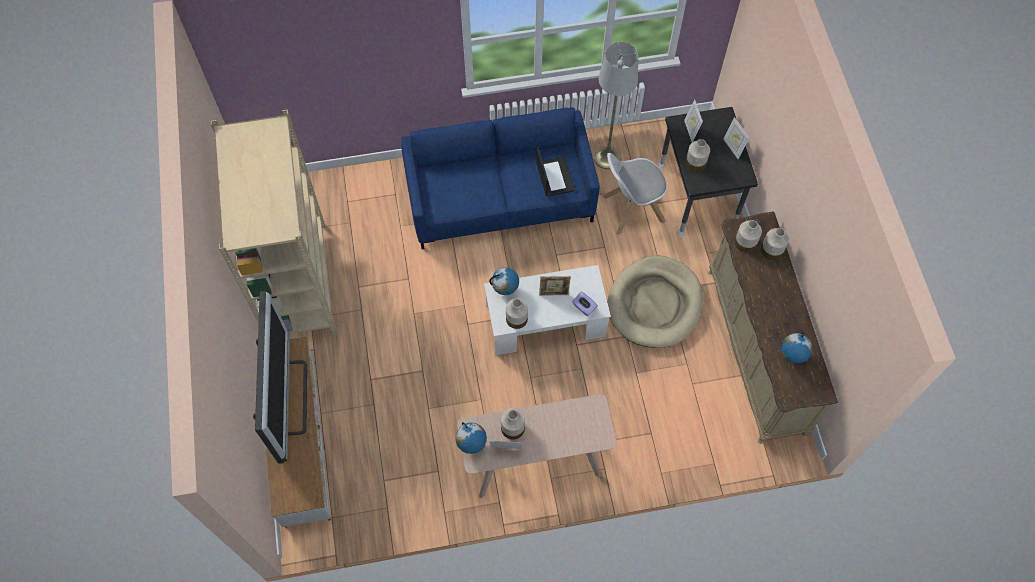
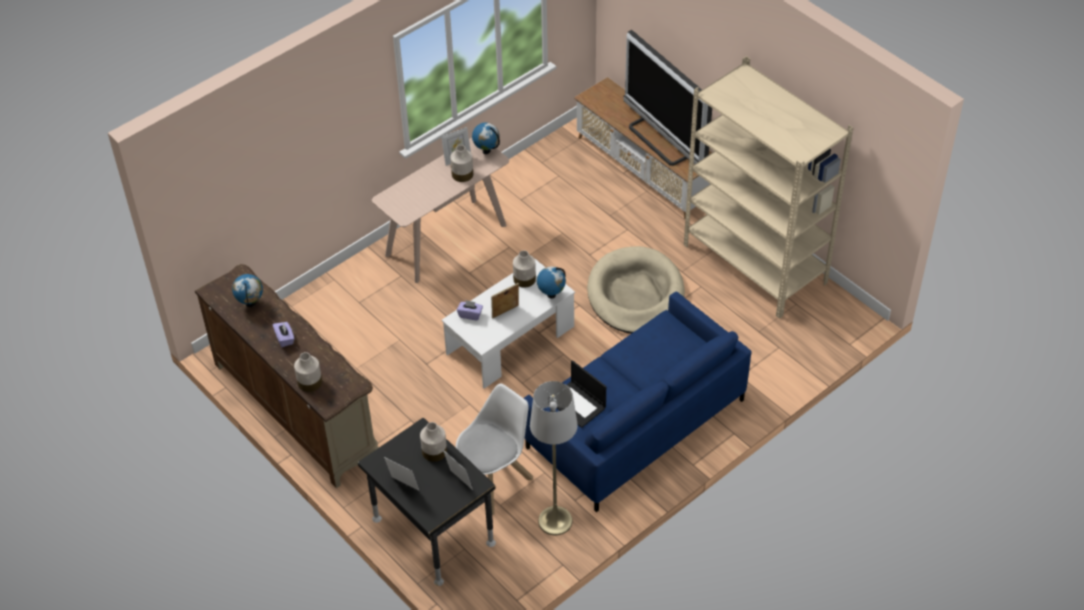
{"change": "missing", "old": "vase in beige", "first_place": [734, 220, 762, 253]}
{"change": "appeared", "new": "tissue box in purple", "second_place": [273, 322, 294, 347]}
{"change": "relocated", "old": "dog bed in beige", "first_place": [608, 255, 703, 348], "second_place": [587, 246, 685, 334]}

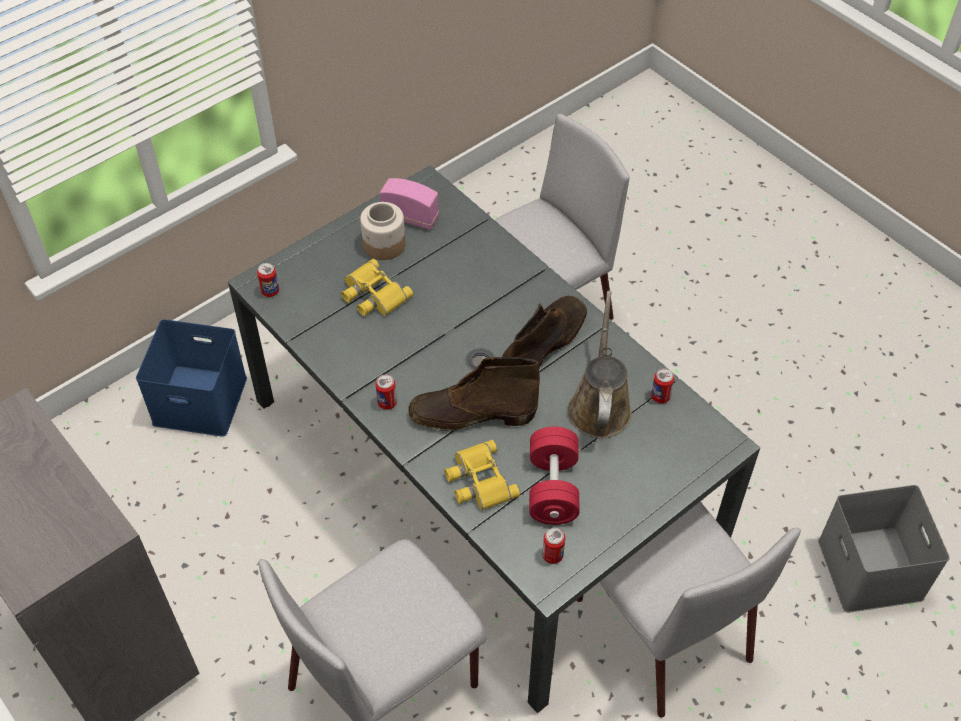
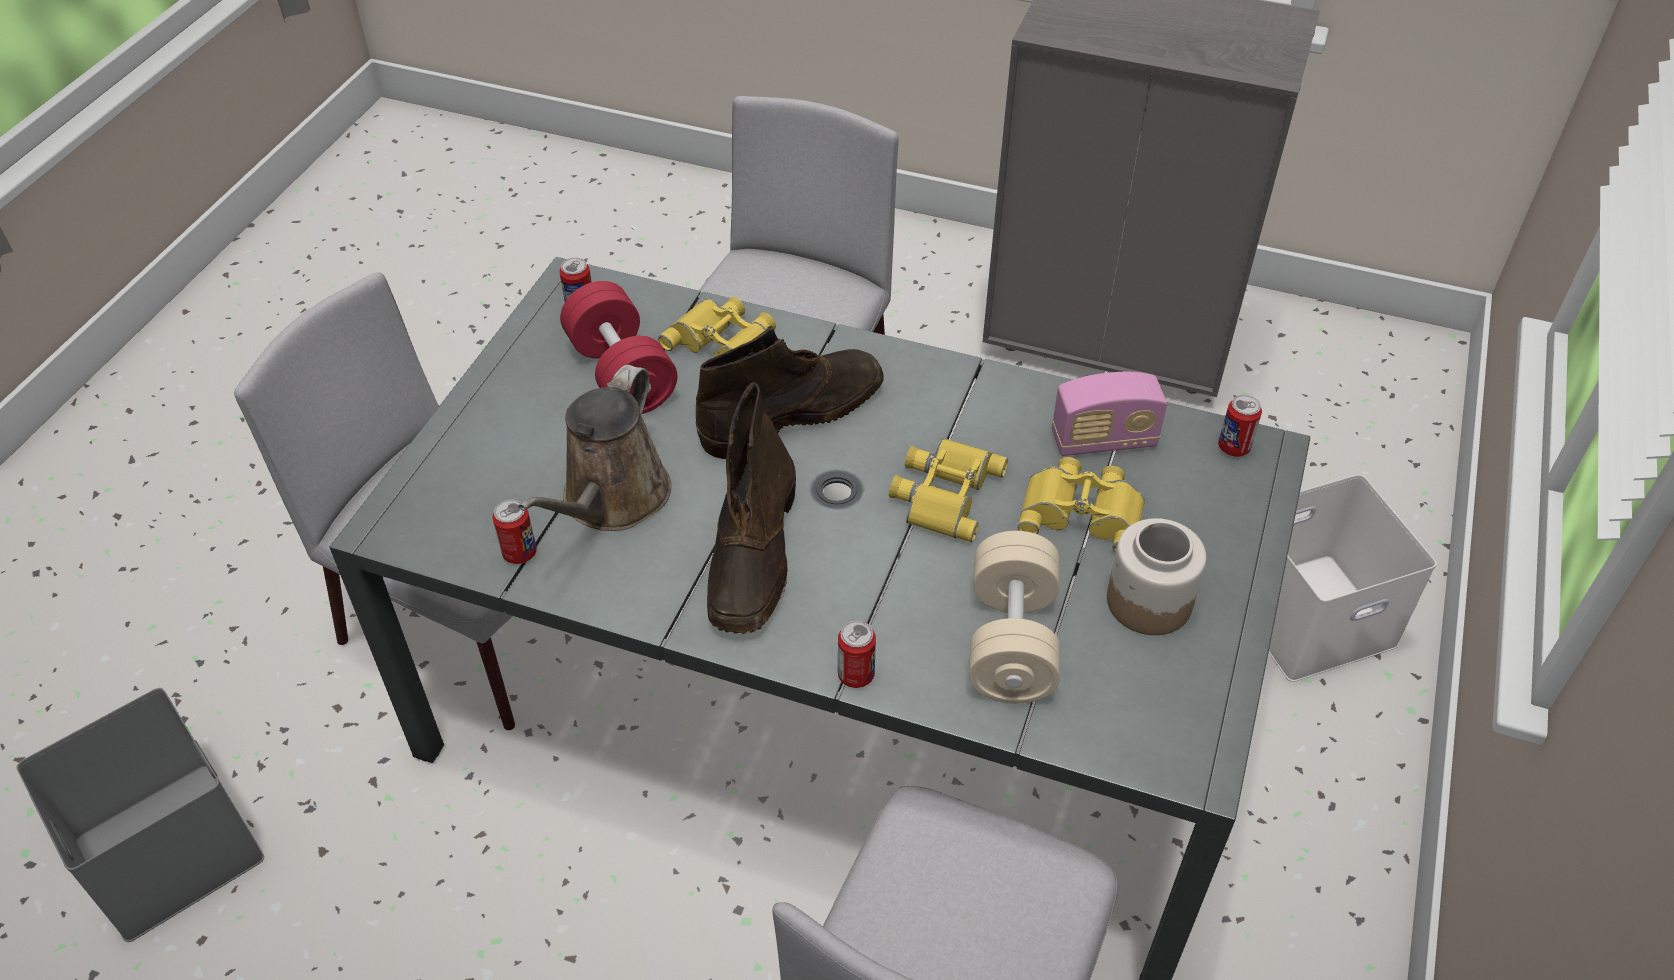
{"change": "appeared", "new": "binoculars in yellow", "second_place": [889, 438, 1008, 542]}
{"change": "appeared", "new": "dumbbell in beige", "second_place": [969, 531, 1060, 703]}
{"change": "relocated", "old": "can", "first_place": [375, 375, 397, 410], "second_place": [838, 621, 876, 688]}
{"change": "relocated", "old": "radio", "first_place": [380, 178, 439, 230], "second_place": [1052, 372, 1167, 456]}
{"change": "colour", "old": "storage box in blue", "new": "storage box in white", "first_place": [136, 319, 247, 437], "second_place": [1269, 474, 1437, 682]}
{"change": "spun", "old": "watering can in brown", "first_place": [568, 291, 632, 438], "second_place": [518, 365, 671, 531], "degrees": 45}

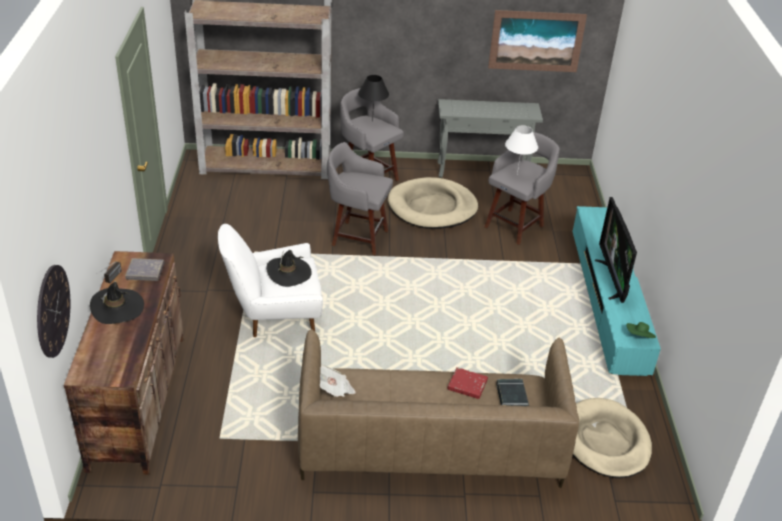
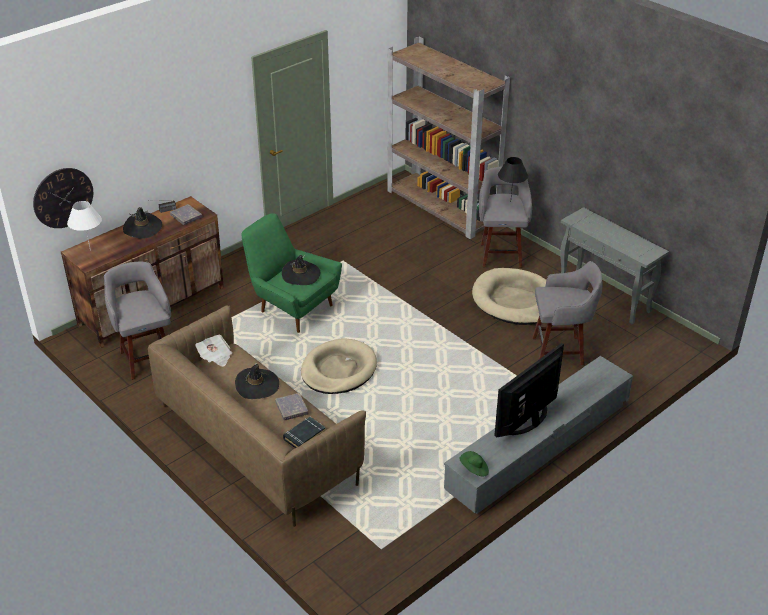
{"change": "missing", "old": "picture", "first_place": [488, 10, 587, 72]}
{"change": "appeared", "new": "hat in black", "second_place": [235, 363, 279, 399]}
{"change": "relocated", "old": "stool in grey", "first_place": [327, 142, 393, 255], "second_place": [104, 262, 171, 380]}
{"change": "relocated", "old": "table lamp in white", "first_place": [505, 125, 538, 174], "second_place": [67, 201, 102, 250]}
{"change": "relocated", "old": "dog bed in beige", "first_place": [573, 398, 652, 478], "second_place": [301, 338, 377, 394]}
{"change": "colour", "old": "armchair in white", "new": "armchair in green", "first_place": [218, 224, 323, 337], "second_place": [241, 213, 342, 333]}
{"change": "colour", "old": "book in red", "new": "book in grey", "first_place": [447, 367, 488, 399], "second_place": [275, 393, 309, 421]}
{"change": "colour", "old": "tv stand in turquoise", "new": "tv stand in grey", "first_place": [572, 206, 661, 376], "second_place": [444, 356, 633, 514]}

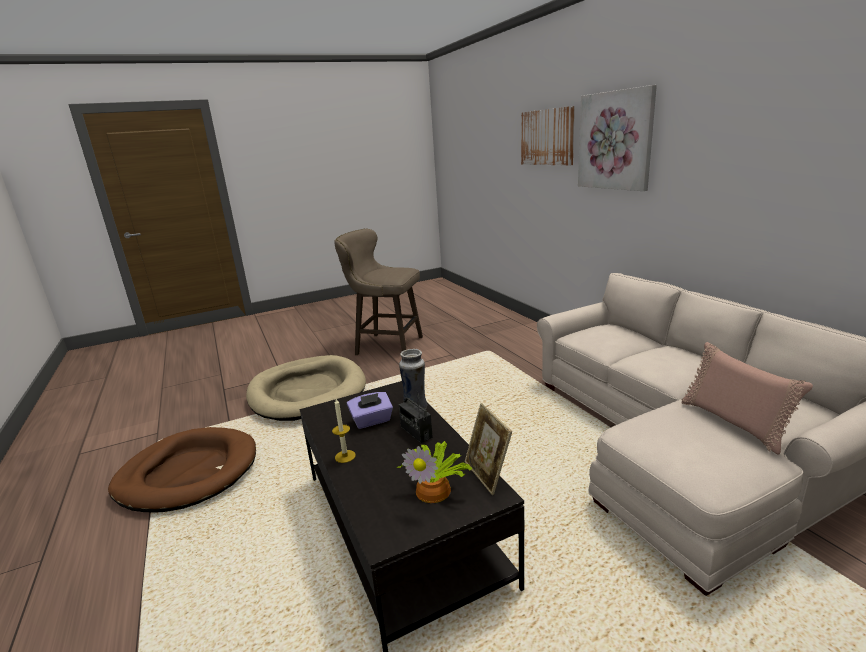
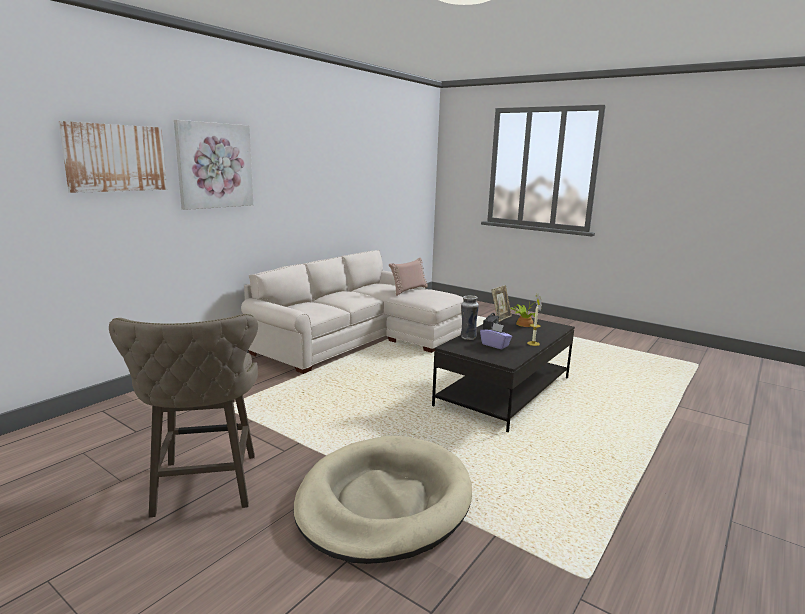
{"change": "missing", "old": "dog bed in brown", "first_place": [108, 427, 256, 513]}

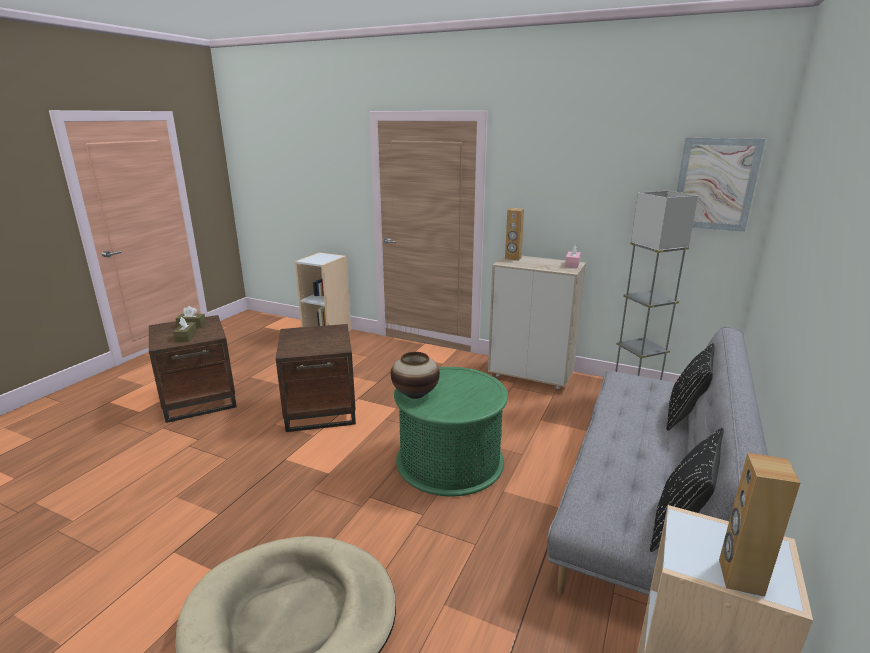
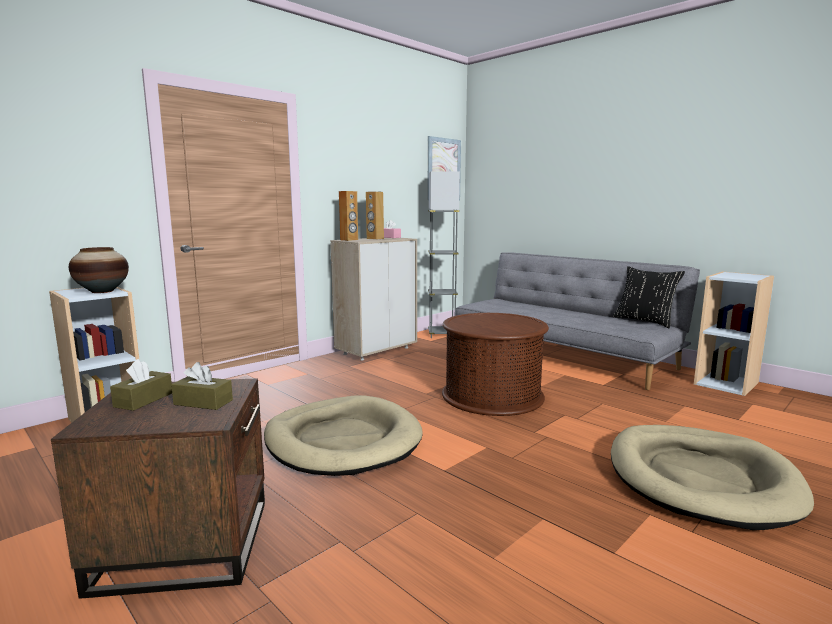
{"change": "missing", "old": "pillow in black", "first_place": [666, 343, 715, 431]}
{"change": "relocated", "old": "vase", "first_place": [391, 352, 440, 399], "second_place": [69, 247, 129, 293]}
{"change": "relocated", "old": "speaker in brown", "first_place": [719, 453, 800, 597], "second_place": [366, 191, 384, 240]}
{"change": "exchanged", "old": "side table in brown", "new": "dog bed in beige", "first_place": [276, 324, 356, 432], "second_place": [264, 395, 423, 476]}
{"change": "colour", "old": "coffee table in green", "new": "coffee table in brown", "first_place": [394, 367, 508, 496], "second_place": [442, 313, 549, 416]}

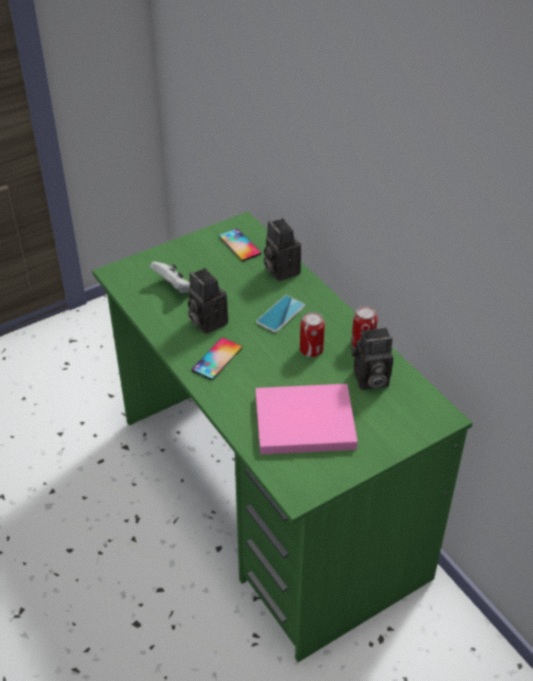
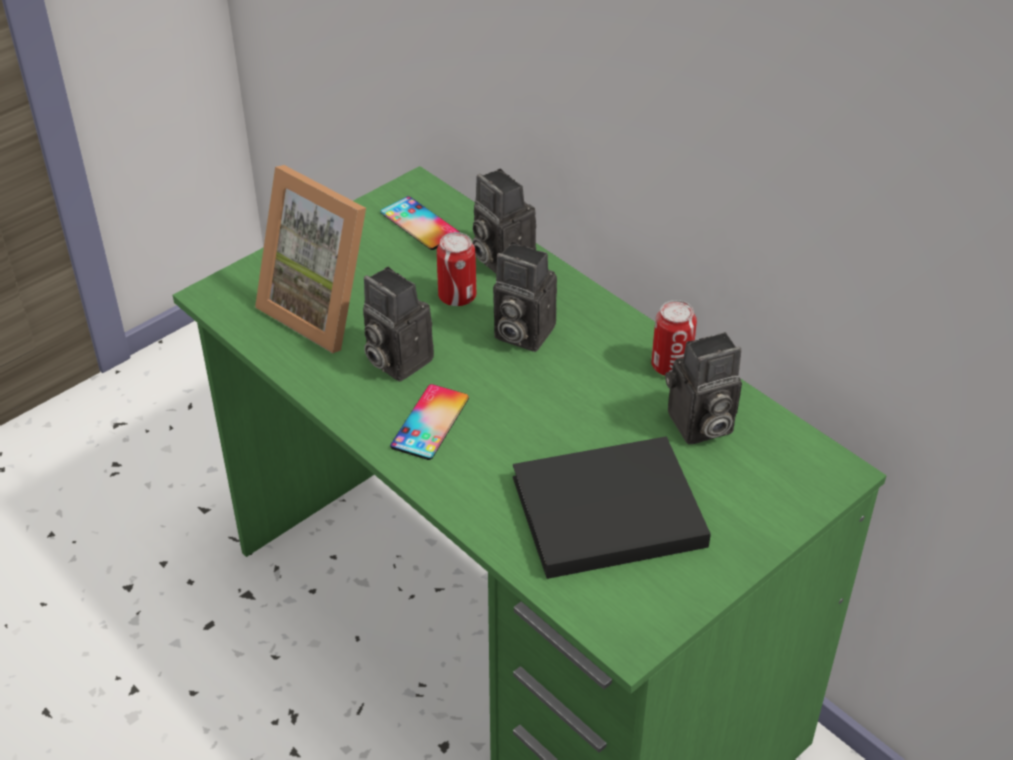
{"change": "relocated", "old": "can", "first_place": [300, 312, 325, 357], "second_place": [437, 232, 476, 306]}
{"change": "exchanged", "old": "game controller in white", "new": "picture frame", "first_place": [150, 261, 190, 293], "second_place": [255, 165, 366, 353]}
{"change": "exchanged", "old": "phone", "new": "photo camera", "first_place": [256, 295, 305, 333], "second_place": [493, 242, 557, 352]}
{"change": "colour", "old": "book in pink", "new": "book in black", "first_place": [256, 384, 358, 455], "second_place": [513, 436, 711, 579]}

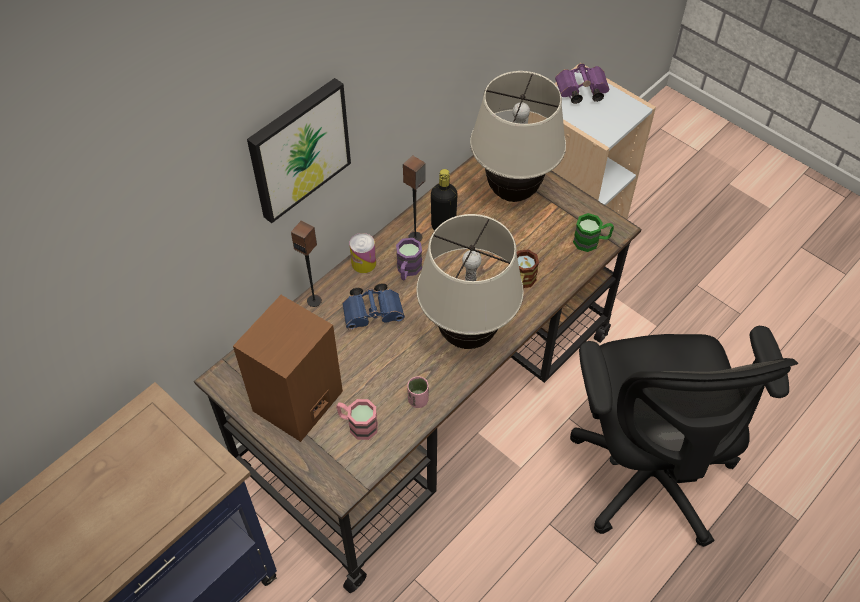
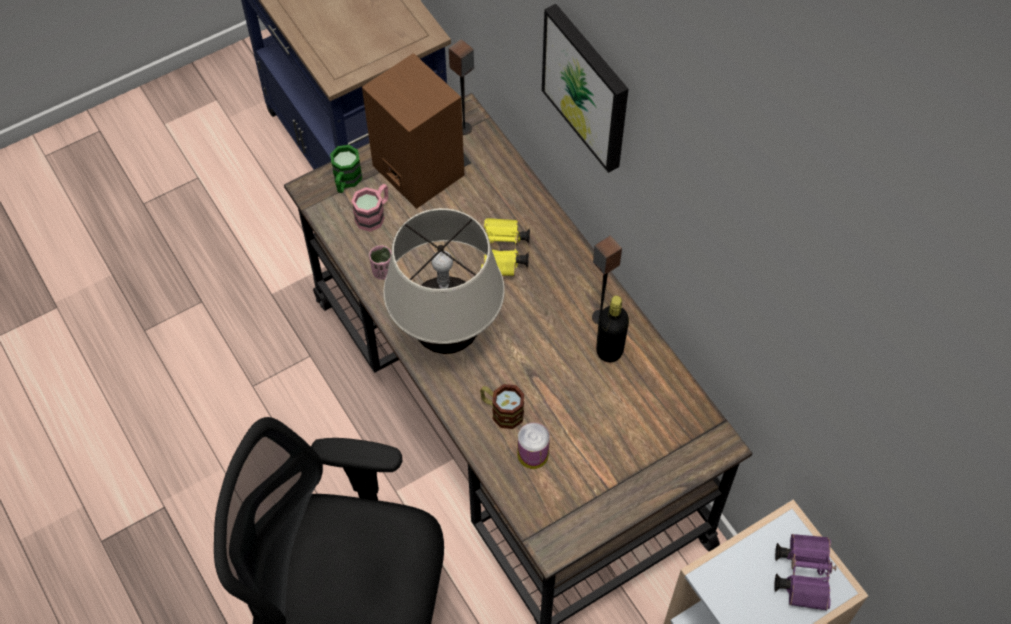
{"change": "missing", "old": "mug in purple", "first_place": [396, 238, 422, 280]}
{"change": "missing", "old": "table lamp in beige", "first_place": [470, 71, 566, 202]}
{"change": "relocated", "old": "speaker", "first_place": [291, 221, 322, 307], "second_place": [449, 39, 474, 135]}
{"change": "relocated", "old": "can", "first_place": [349, 233, 376, 273], "second_place": [517, 423, 550, 469]}
{"change": "relocated", "old": "mug in green", "first_place": [573, 213, 614, 252], "second_place": [330, 145, 362, 193]}
{"change": "colour", "old": "binoculars in blue", "new": "binoculars in yellow", "first_place": [342, 283, 405, 330], "second_place": [481, 218, 530, 276]}

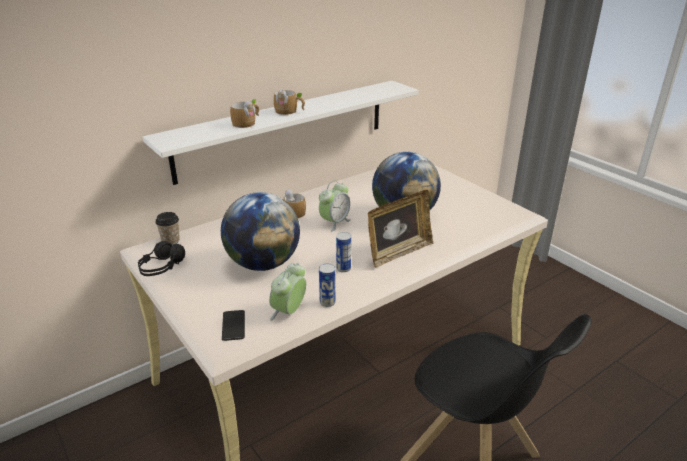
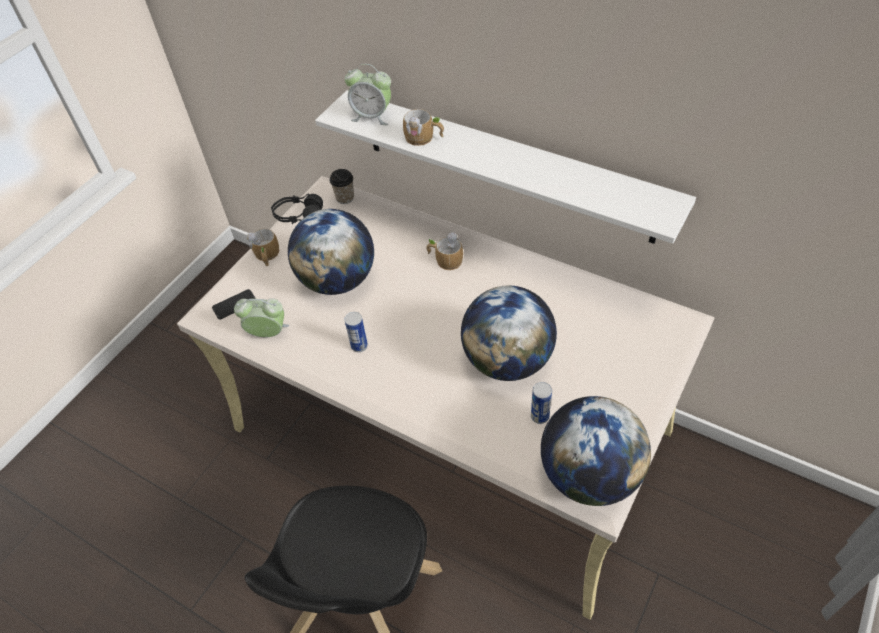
{"change": "missing", "old": "picture frame", "first_place": [368, 190, 433, 267]}
{"change": "appeared", "new": "globe", "second_place": [541, 396, 651, 506]}
{"change": "relocated", "old": "mug", "first_place": [274, 90, 305, 115], "second_place": [247, 229, 279, 266]}
{"change": "relocated", "old": "alarm clock", "first_place": [319, 181, 351, 232], "second_place": [345, 64, 391, 125]}
{"change": "relocated", "old": "can", "first_place": [319, 264, 336, 307], "second_place": [531, 382, 552, 424]}

